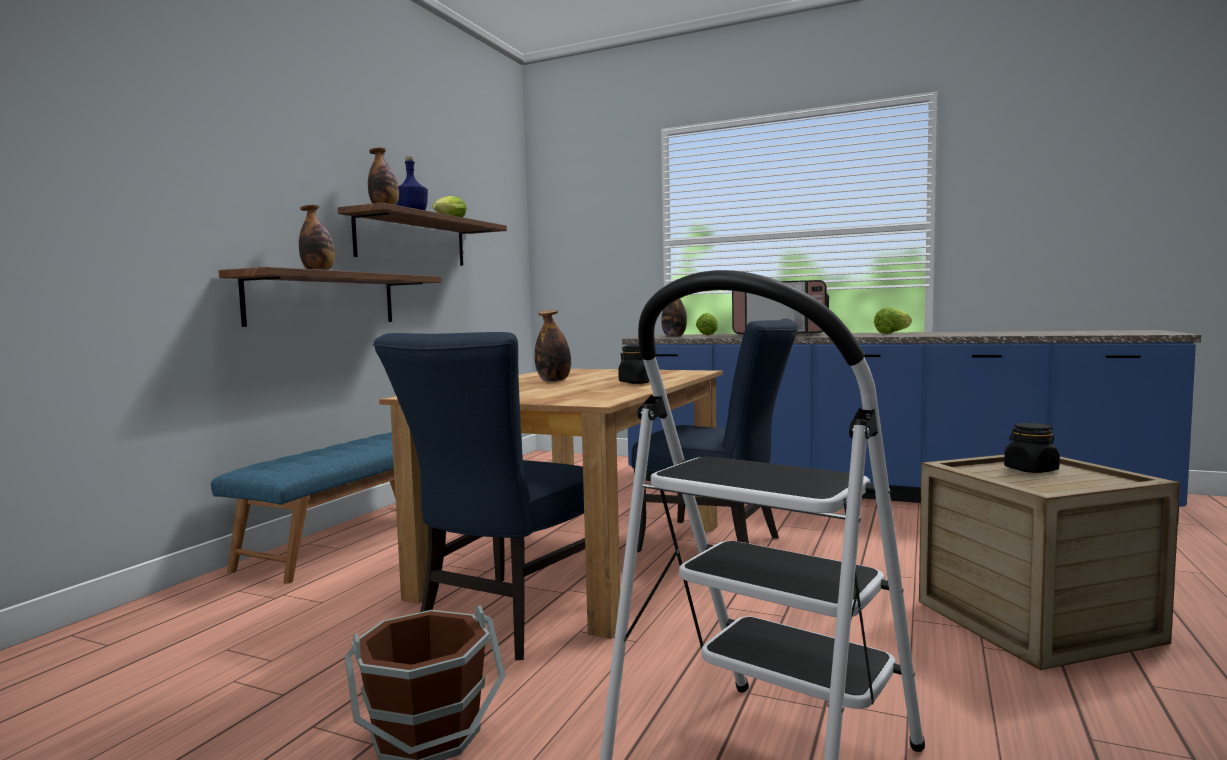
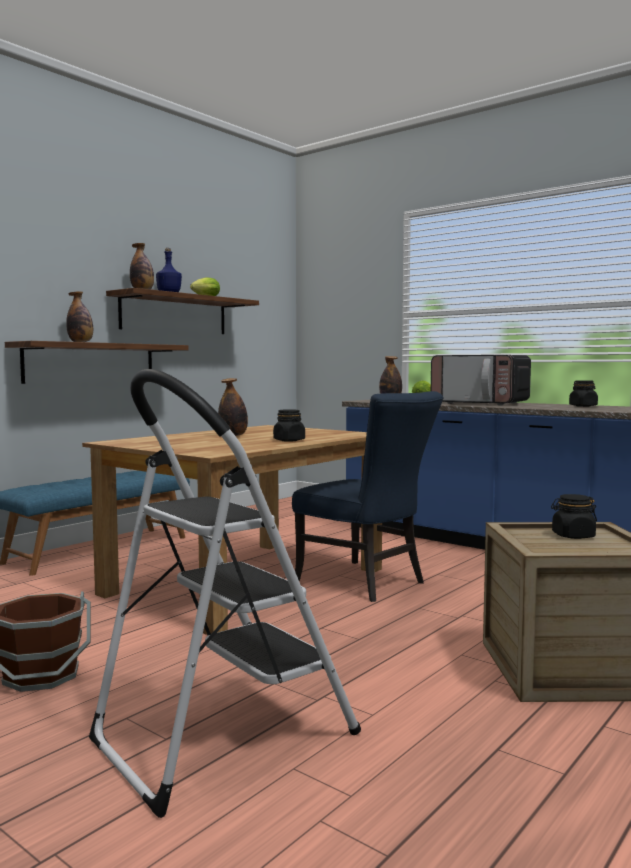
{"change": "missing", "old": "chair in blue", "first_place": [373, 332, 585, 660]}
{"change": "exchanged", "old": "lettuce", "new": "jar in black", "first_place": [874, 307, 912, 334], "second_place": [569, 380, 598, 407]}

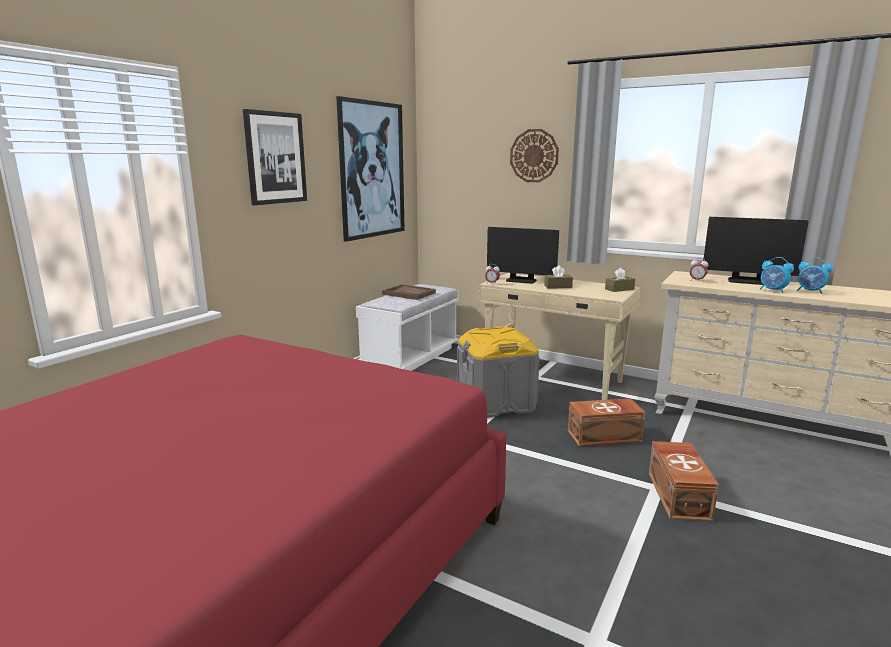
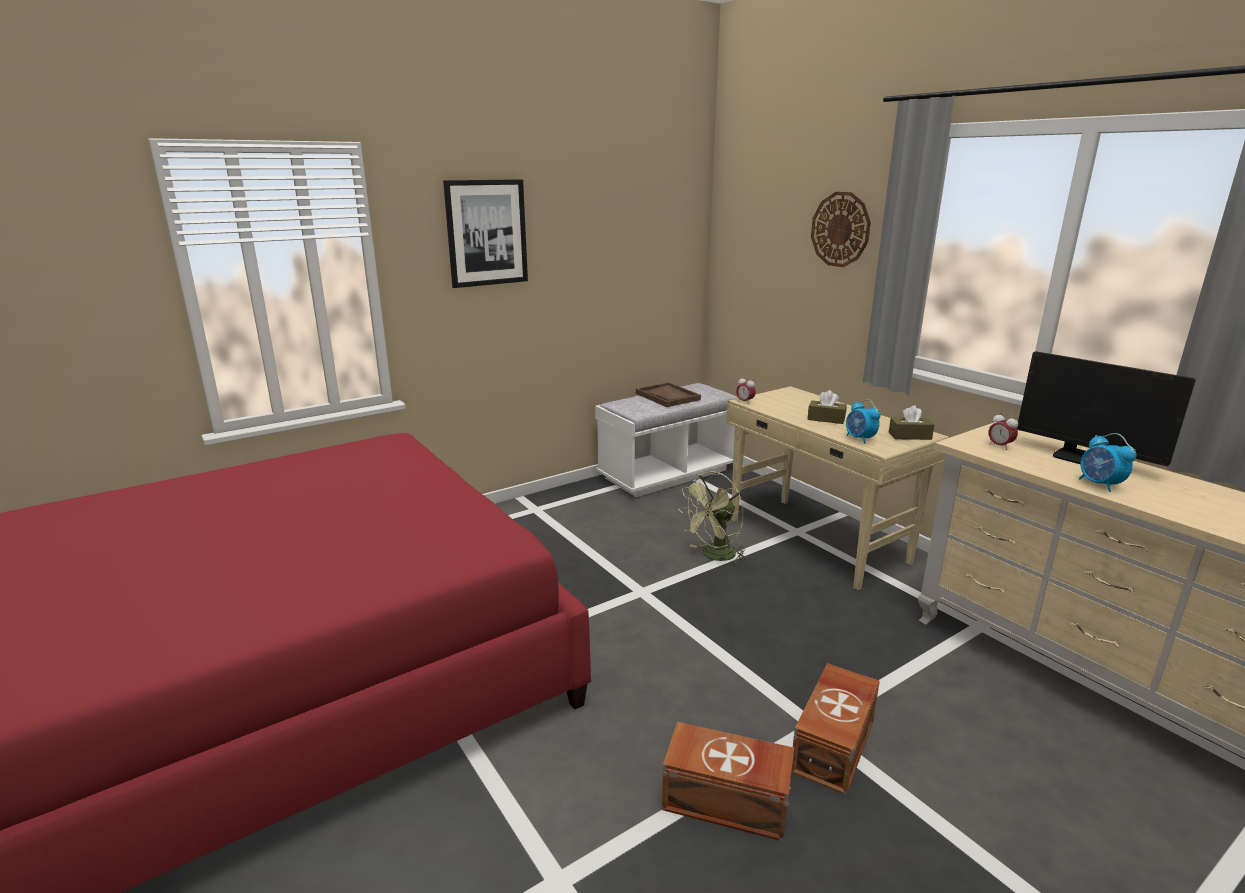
{"change": "missing", "old": "picture", "first_place": [336, 96, 405, 242]}
{"change": "missing", "old": "monitor", "first_place": [487, 227, 559, 284]}
{"change": "relocated", "old": "storage box in brown", "first_place": [568, 398, 645, 446], "second_place": [662, 722, 794, 841]}
{"change": "relocated", "old": "alarm clock", "first_place": [797, 258, 832, 294], "second_place": [846, 399, 881, 444]}
{"change": "exchanged", "old": "storage box in grey", "new": "fan in green", "first_place": [457, 326, 540, 418], "second_place": [678, 471, 746, 566]}

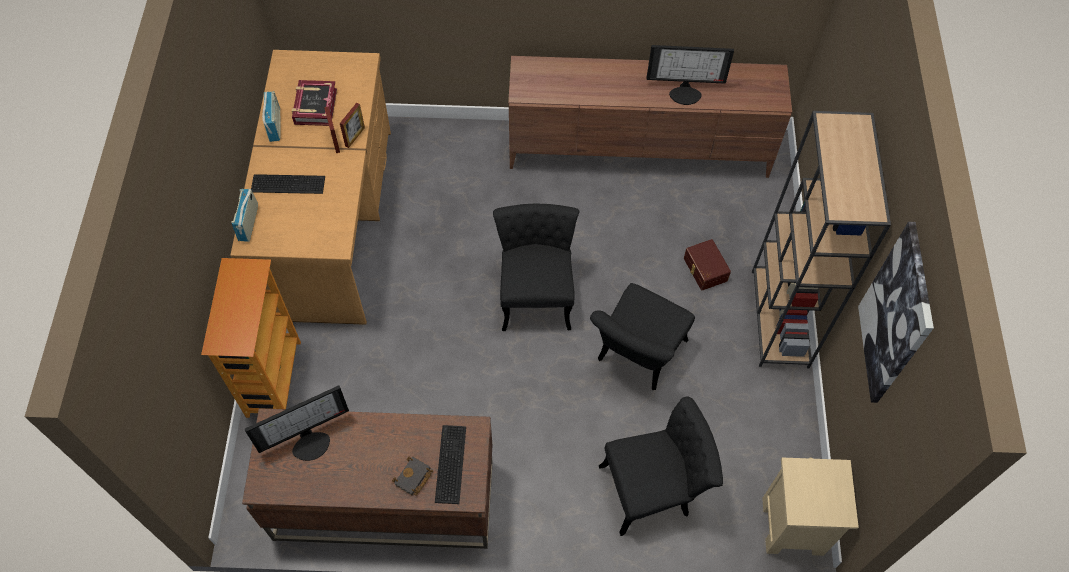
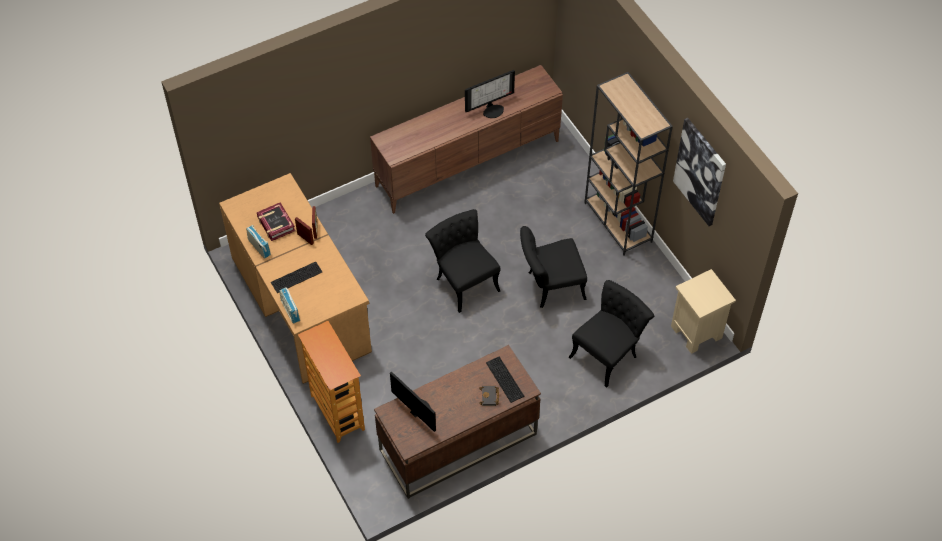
{"change": "missing", "old": "storage box in brown", "first_place": [684, 239, 731, 290]}
{"change": "spun", "old": "monitor", "first_place": [245, 385, 349, 461], "second_place": [390, 372, 436, 432], "degrees": -75}
{"change": "spun", "old": "chair in black", "first_place": [590, 283, 695, 390], "second_place": [520, 226, 587, 308], "degrees": 75}

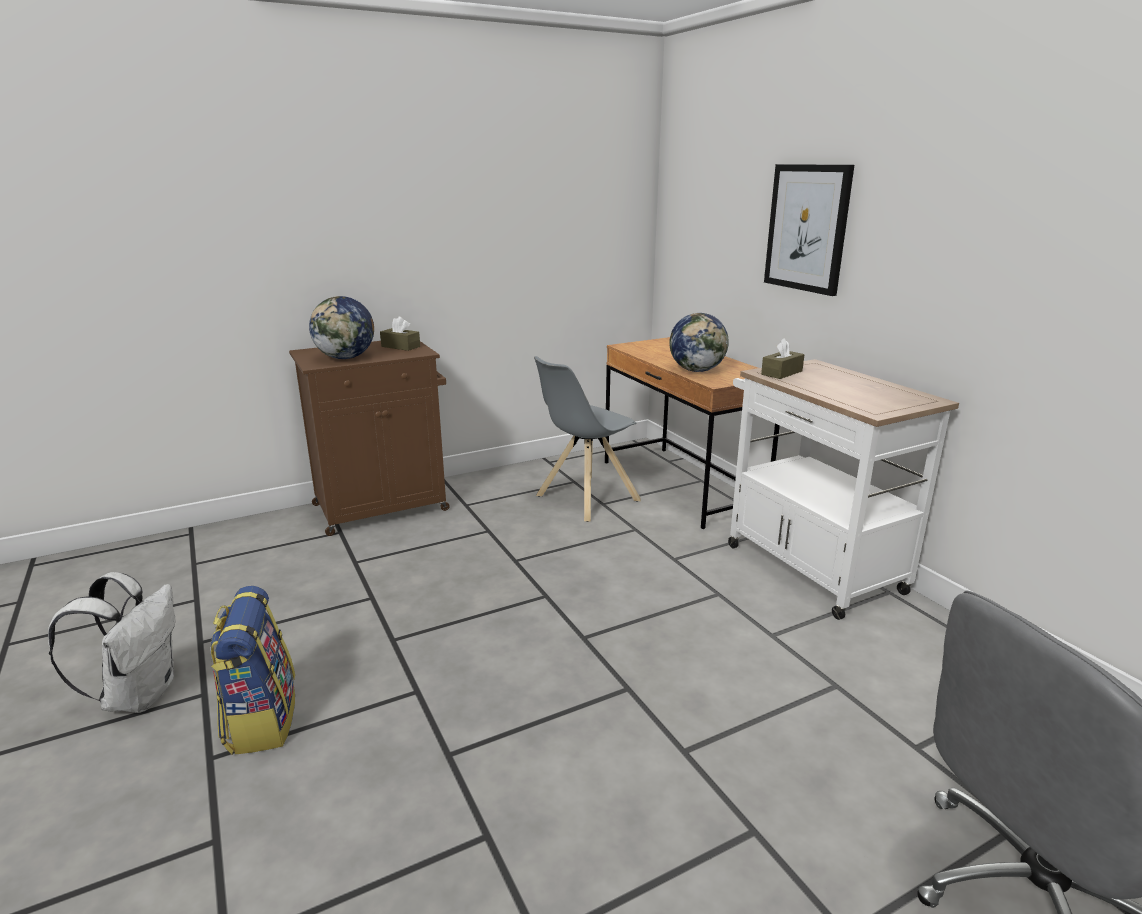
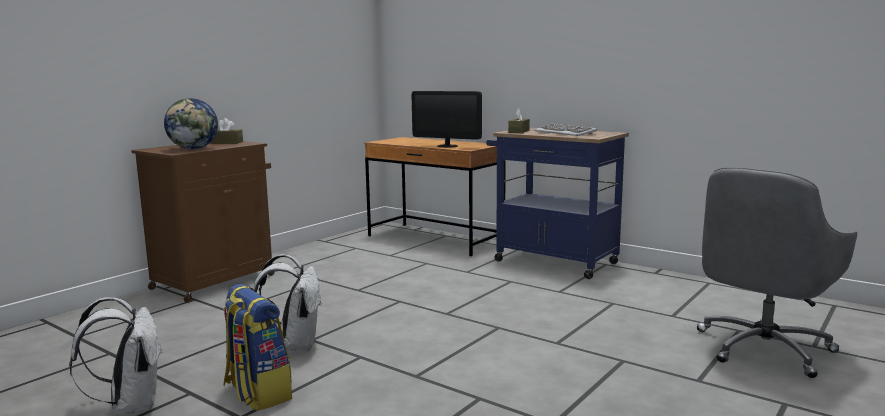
{"change": "missing", "old": "chair in grey", "first_place": [534, 356, 641, 522]}
{"change": "missing", "old": "picture", "first_place": [764, 164, 854, 296]}
{"change": "appeared", "new": "backpack in white", "second_place": [253, 254, 322, 351]}
{"change": "appeared", "new": "keyboard", "second_place": [534, 124, 597, 136]}
{"change": "exchanged", "old": "globe", "new": "monitor", "first_place": [669, 313, 729, 372], "second_place": [412, 91, 482, 148]}
{"change": "colour", "old": "cart in white", "new": "cart in blue", "first_place": [728, 359, 959, 620], "second_place": [486, 127, 629, 279]}

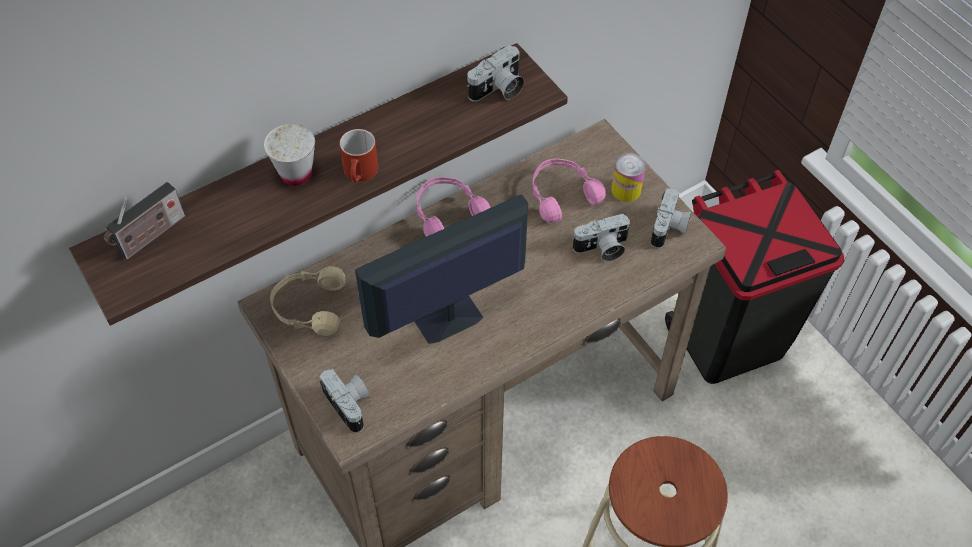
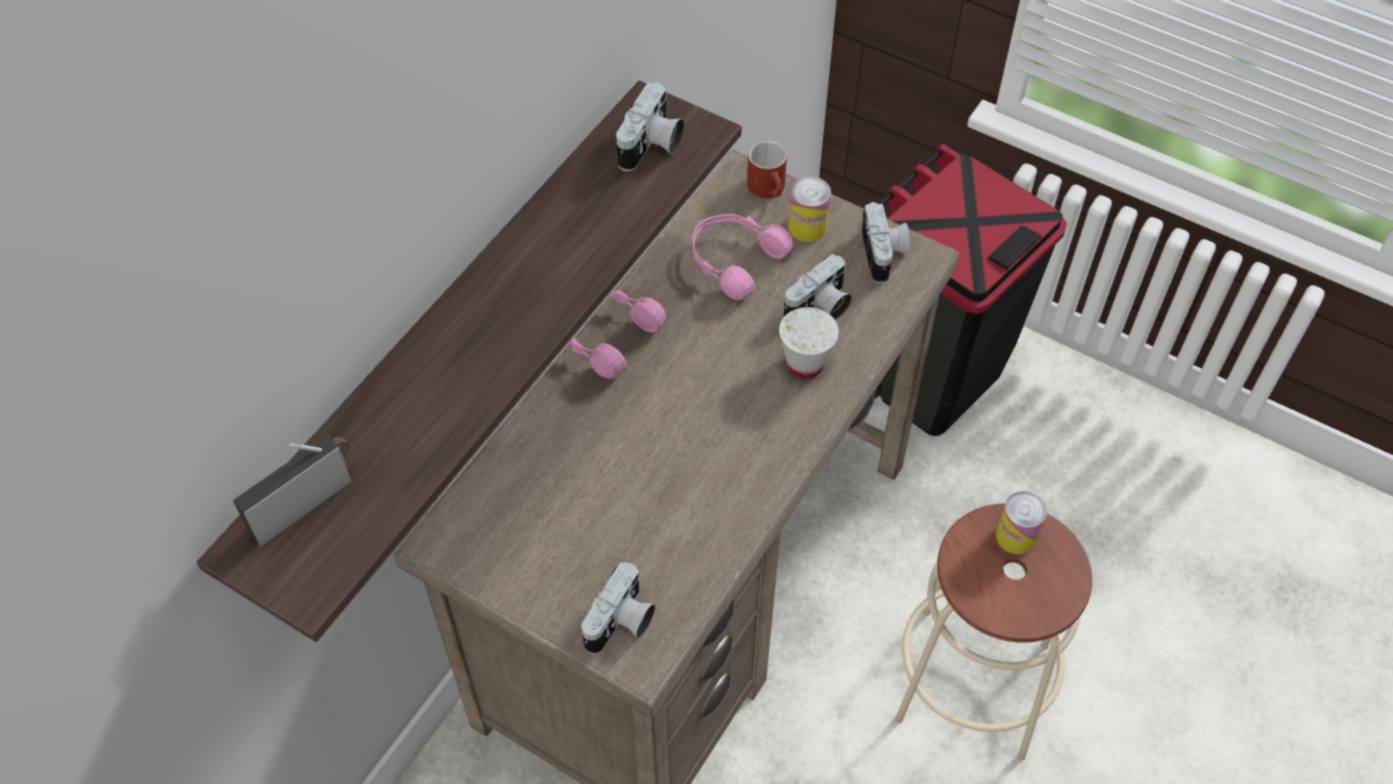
{"change": "missing", "old": "headphones in beige", "first_place": [270, 266, 345, 336]}
{"change": "missing", "old": "monitor", "first_place": [355, 195, 528, 344]}
{"change": "appeared", "new": "can", "second_place": [996, 491, 1047, 554]}
{"change": "relocated", "old": "cup in white", "first_place": [264, 124, 315, 186], "second_place": [779, 307, 839, 379]}
{"change": "relocated", "old": "mug in red", "first_place": [339, 129, 378, 182], "second_place": [747, 141, 787, 198]}
{"change": "spun", "old": "radio", "first_place": [104, 182, 185, 260], "second_place": [233, 435, 351, 546], "degrees": -150}
{"change": "spun", "old": "photo camera", "first_place": [320, 369, 370, 433], "second_place": [581, 562, 655, 654], "degrees": 90}

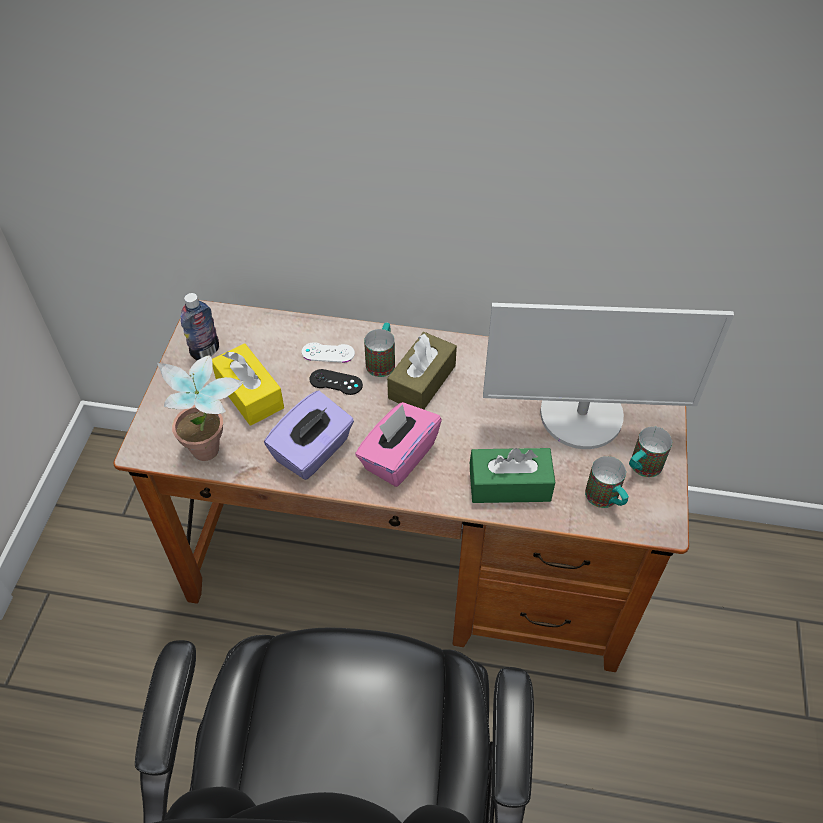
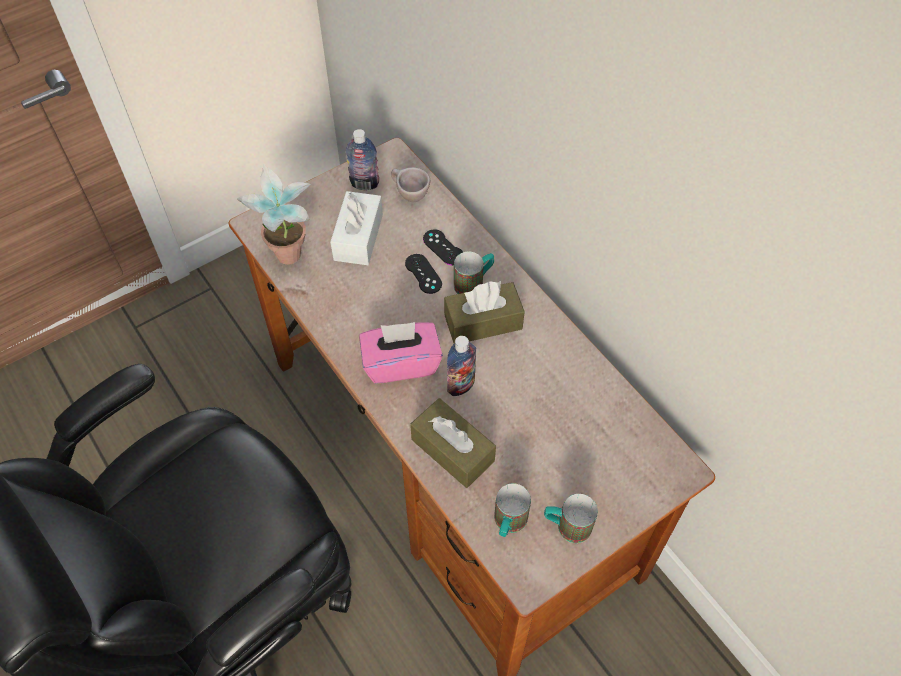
{"change": "missing", "old": "tissue box in purple", "first_place": [264, 391, 354, 480]}
{"change": "missing", "old": "monitor", "first_place": [483, 303, 734, 449]}
{"change": "appeared", "new": "cup in beige", "second_place": [391, 167, 430, 202]}
{"change": "appeared", "new": "bottle", "second_place": [447, 336, 476, 396]}
{"change": "colour", "old": "tissue box in yellow", "new": "tissue box in white", "first_place": [212, 343, 284, 426], "second_place": [330, 191, 383, 265]}
{"change": "colour", "old": "game controller in white", "new": "game controller in black", "first_place": [302, 342, 355, 363], "second_place": [423, 229, 463, 265]}
{"change": "colour", "old": "tissue box in green", "new": "tissue box in brown", "first_place": [470, 448, 555, 503], "second_place": [410, 398, 496, 488]}

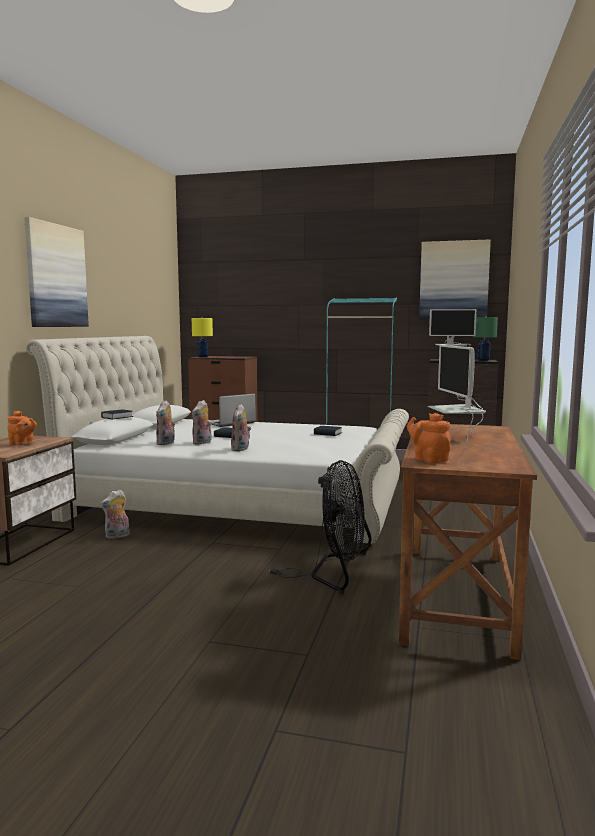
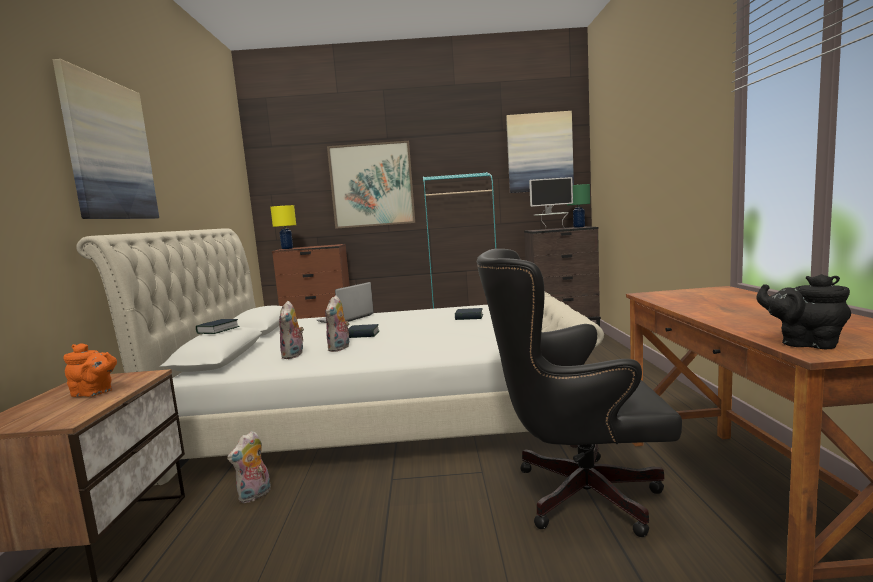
{"change": "missing", "old": "plush toy", "first_place": [231, 404, 251, 451]}
{"change": "missing", "old": "monitor", "first_place": [428, 345, 486, 442]}
{"change": "appeared", "new": "picture", "second_place": [327, 141, 415, 229]}
{"change": "exchanged", "old": "fan in black", "new": "office chair in black", "first_place": [269, 460, 372, 595], "second_place": [477, 249, 682, 537]}
{"change": "colour", "old": "teapot in orange", "new": "teapot in black", "first_place": [407, 413, 450, 463], "second_place": [756, 274, 851, 349]}

